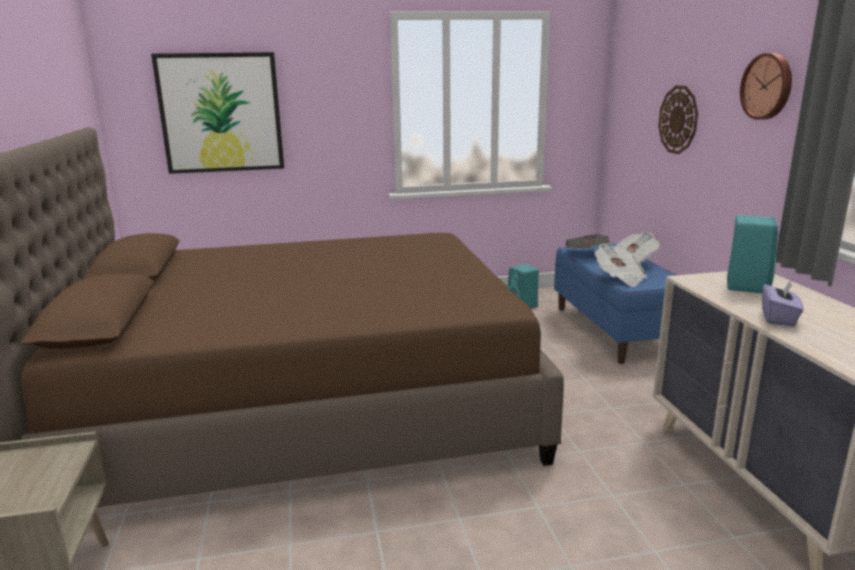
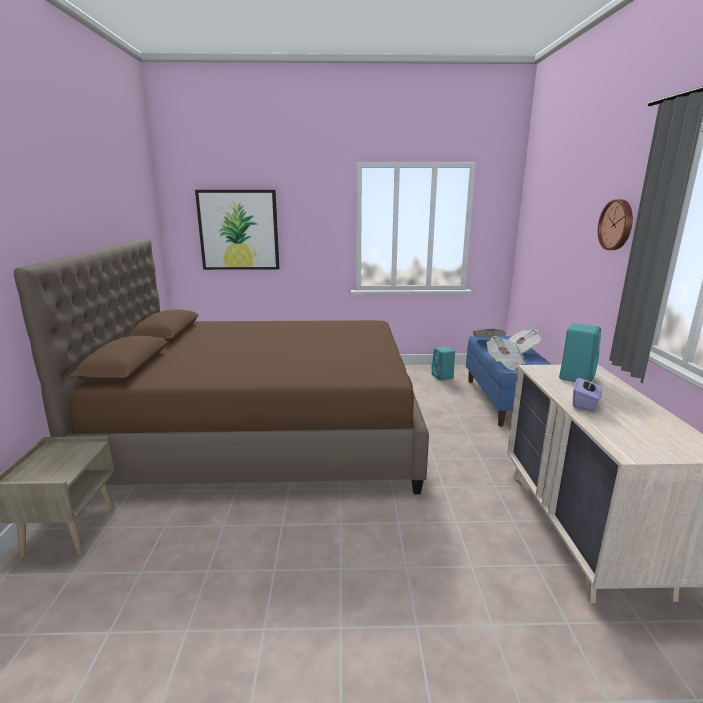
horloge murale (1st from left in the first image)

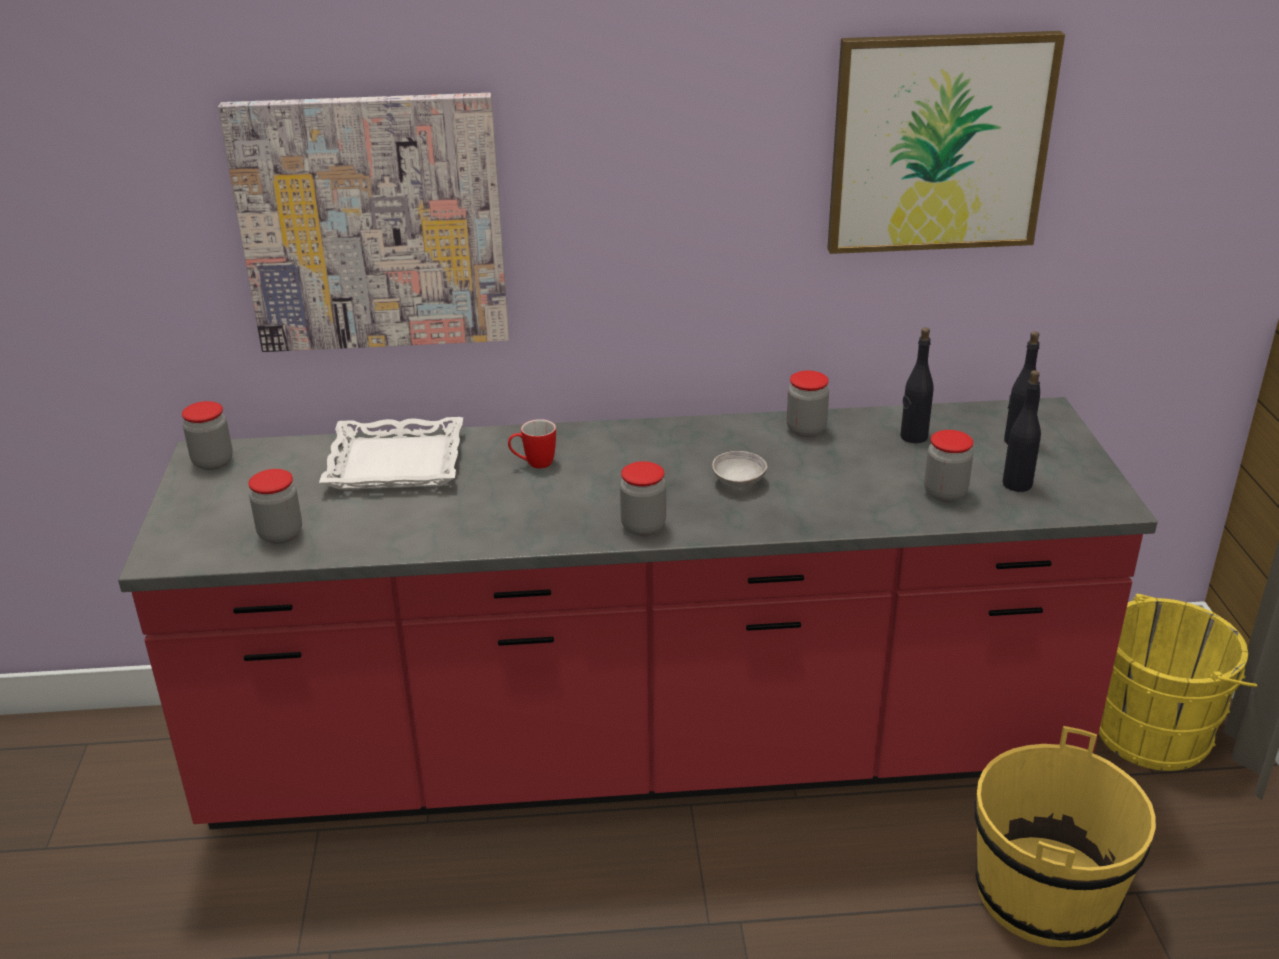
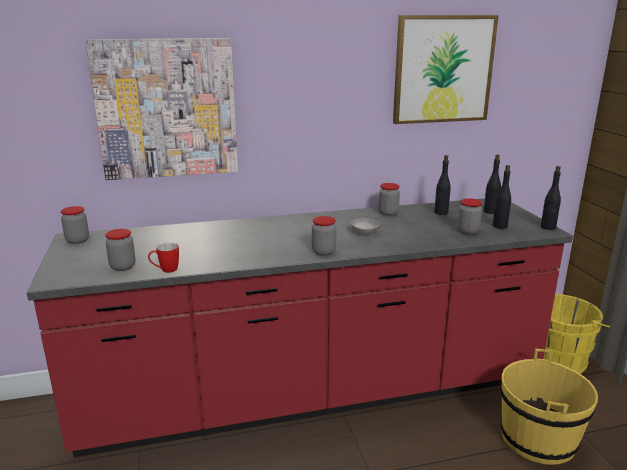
plateau [blanc]
mug
bouteille [noir] (4th from left)

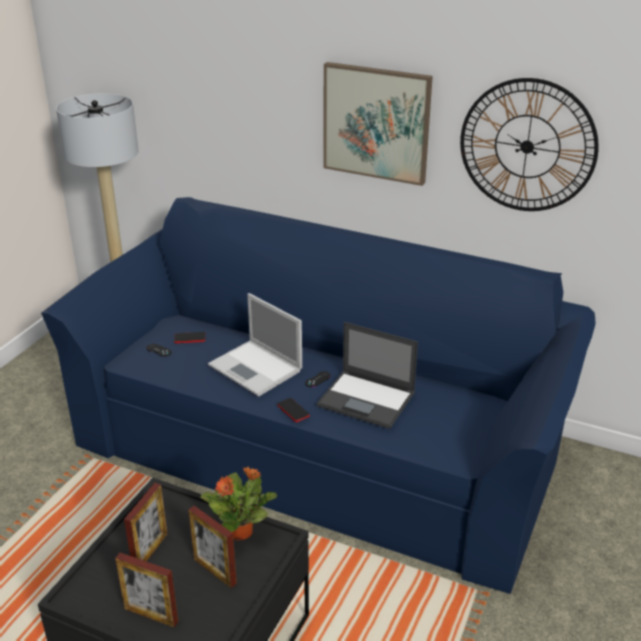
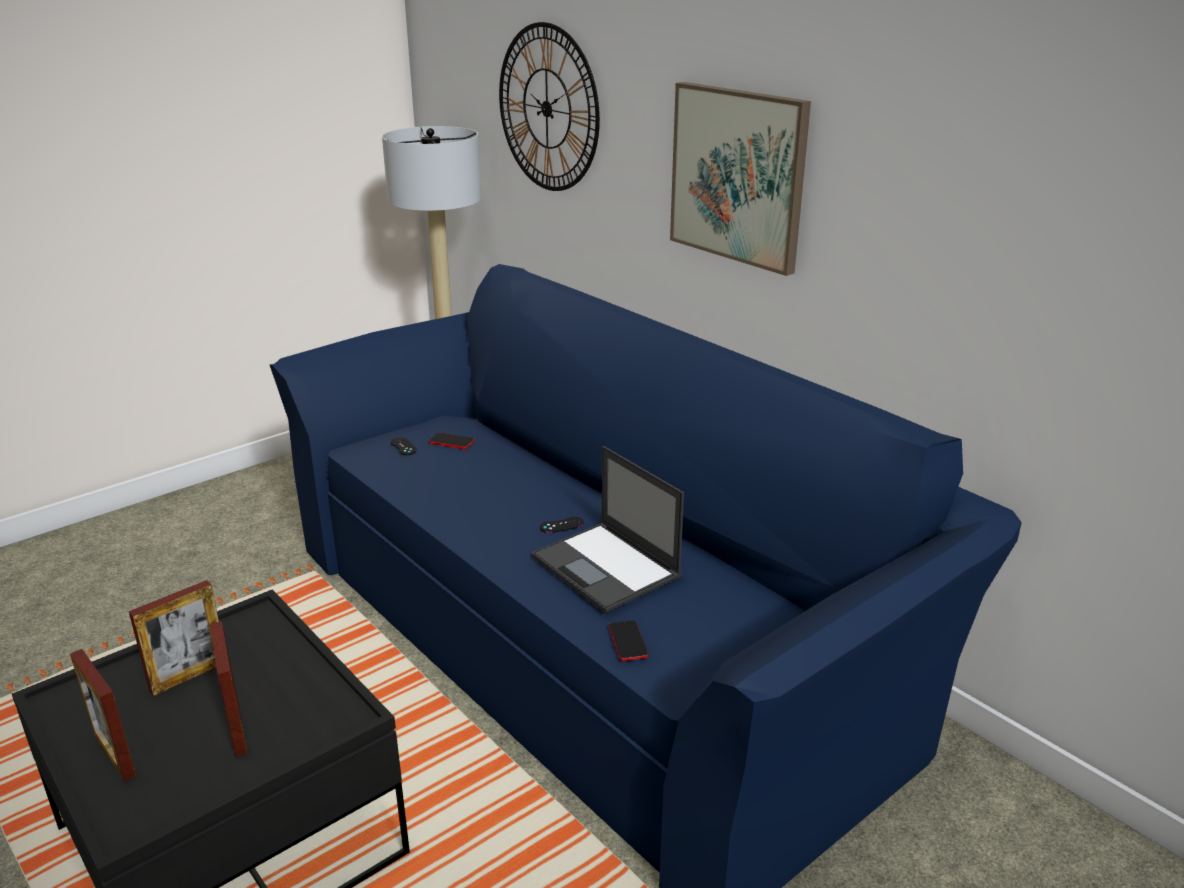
plante en pot
ordinateur portable (1st from left in the first image)
téléphone (2nd from left)
horloge murale

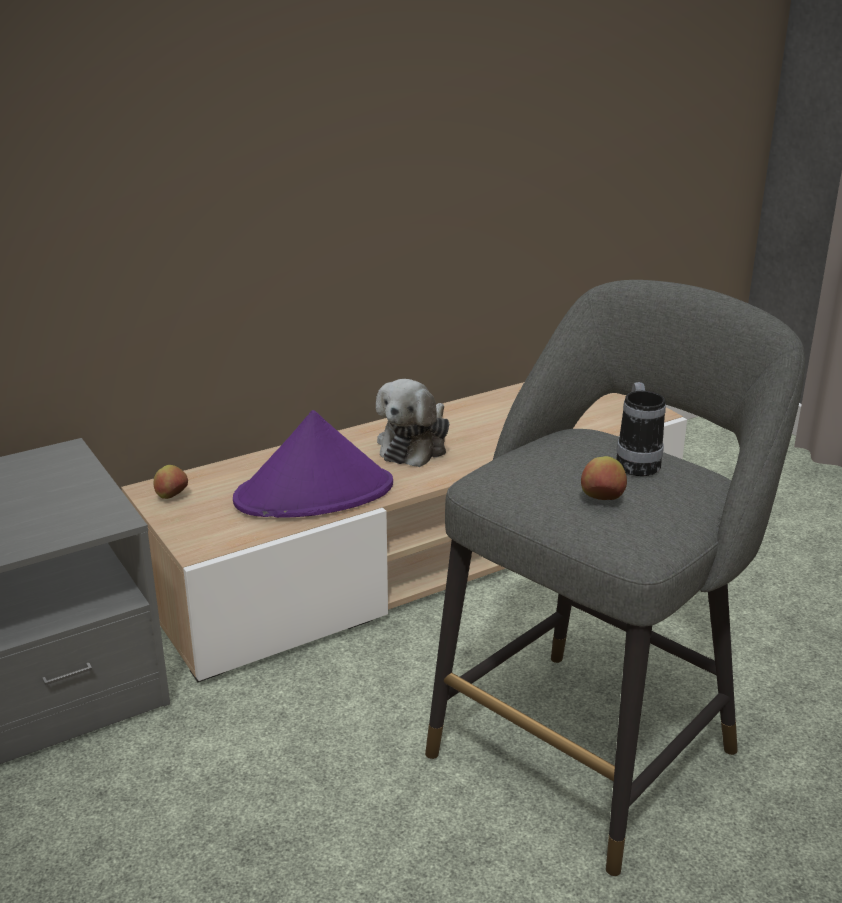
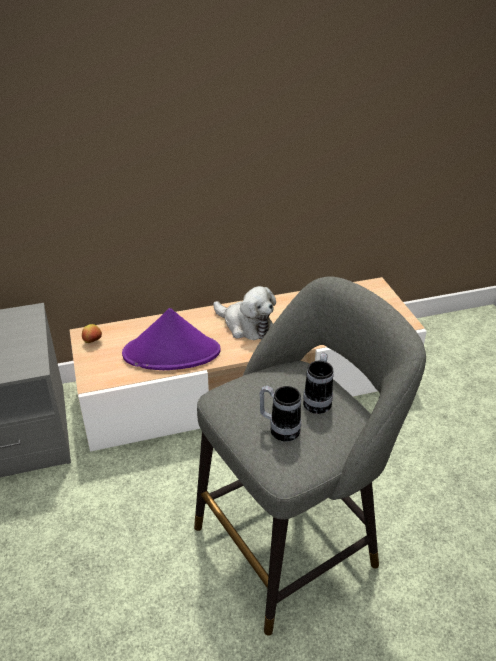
peluche
mug (1st from left)

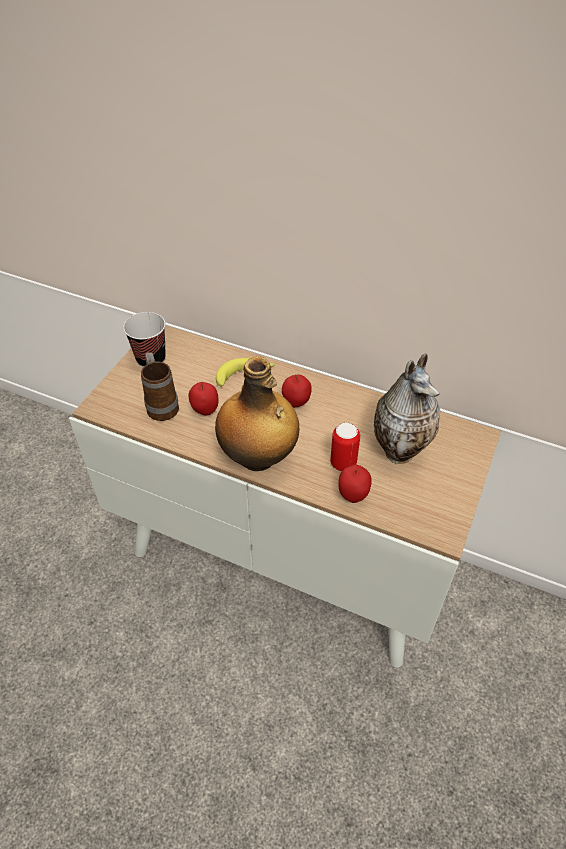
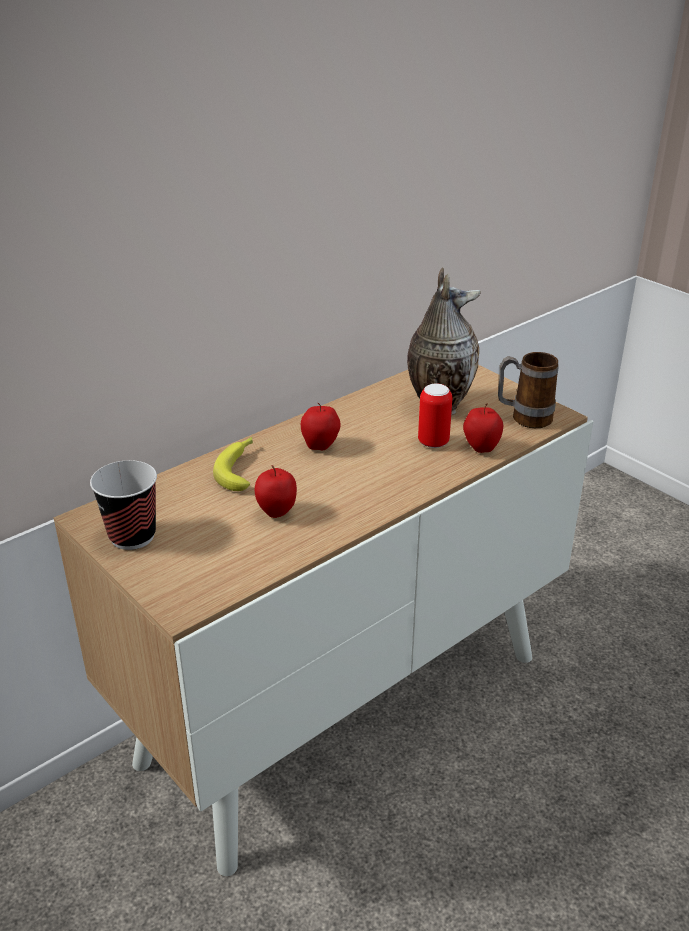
mug
bouteille

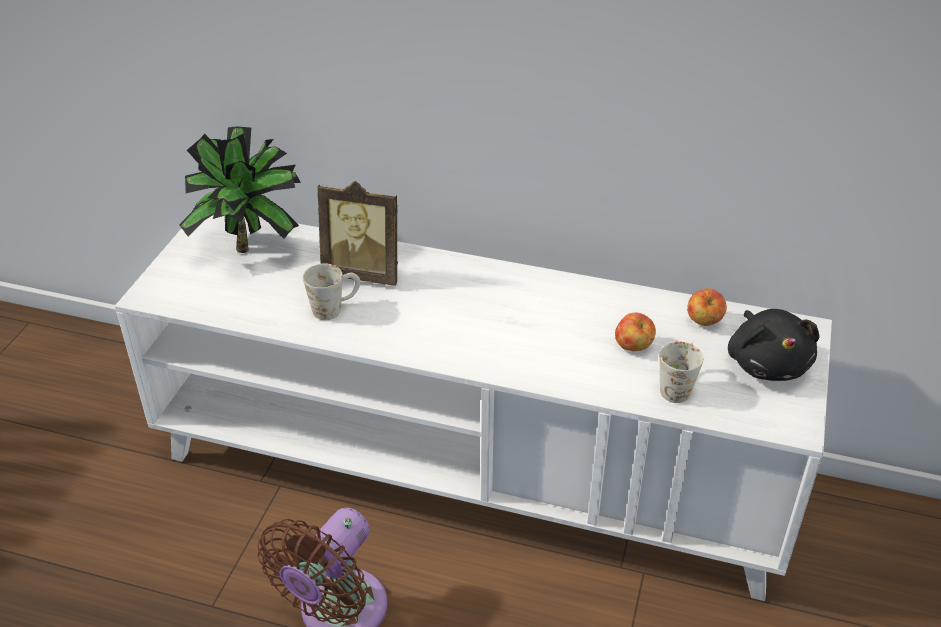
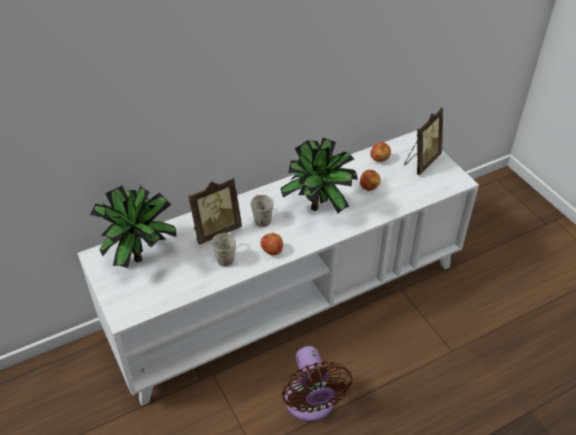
mug [blanc] (2nd from left)
cadre photo (2nd from left)
pomme (1st from left)
plante en pot (2nd from left)

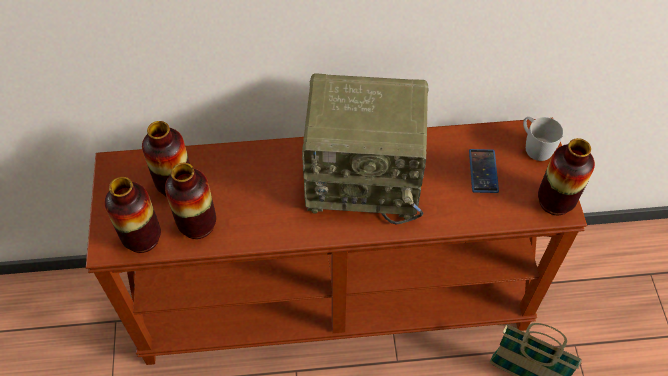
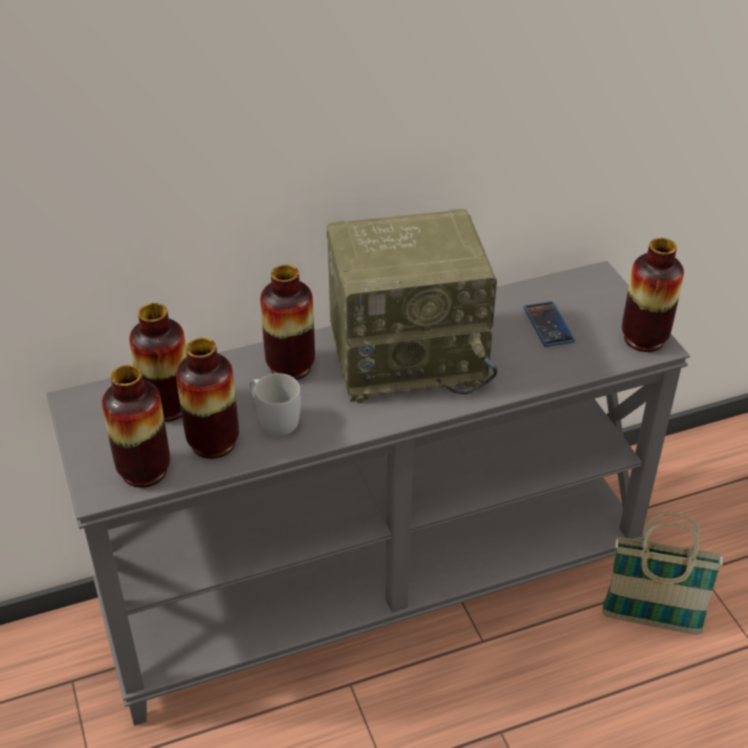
table console [gris]
mug [blanc]
vase (4th from left)

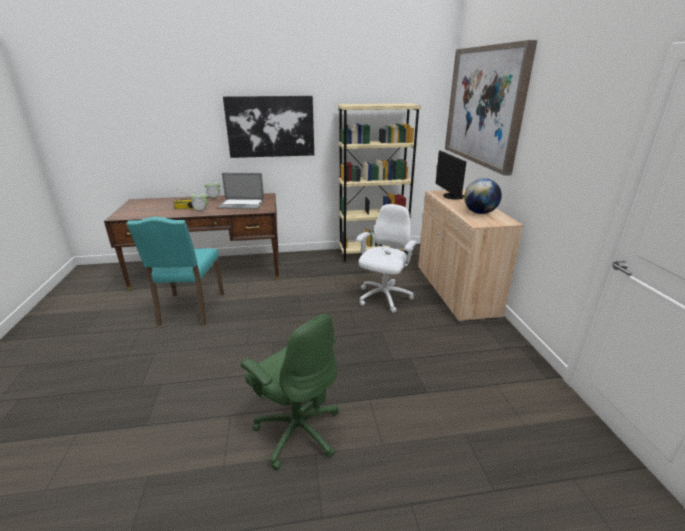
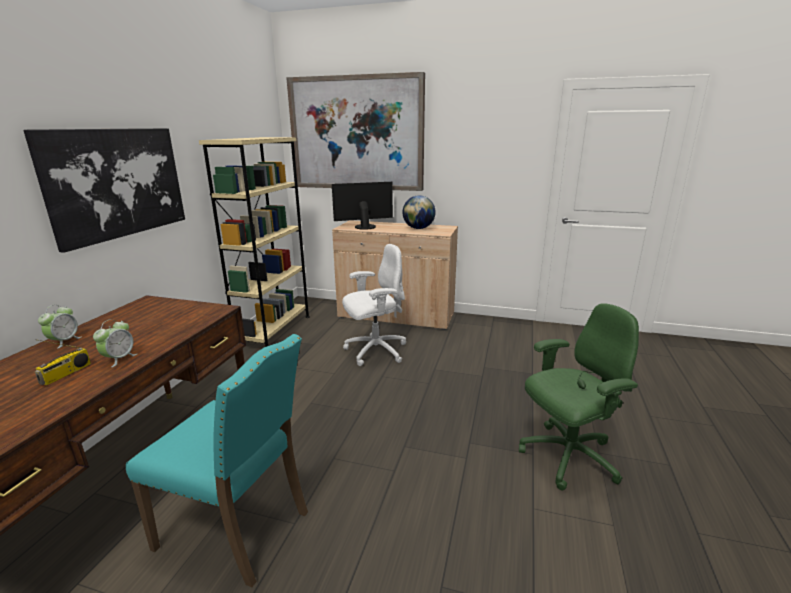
ordinateur portable
chaise de bureau [blanc]
écran d'ordinateur

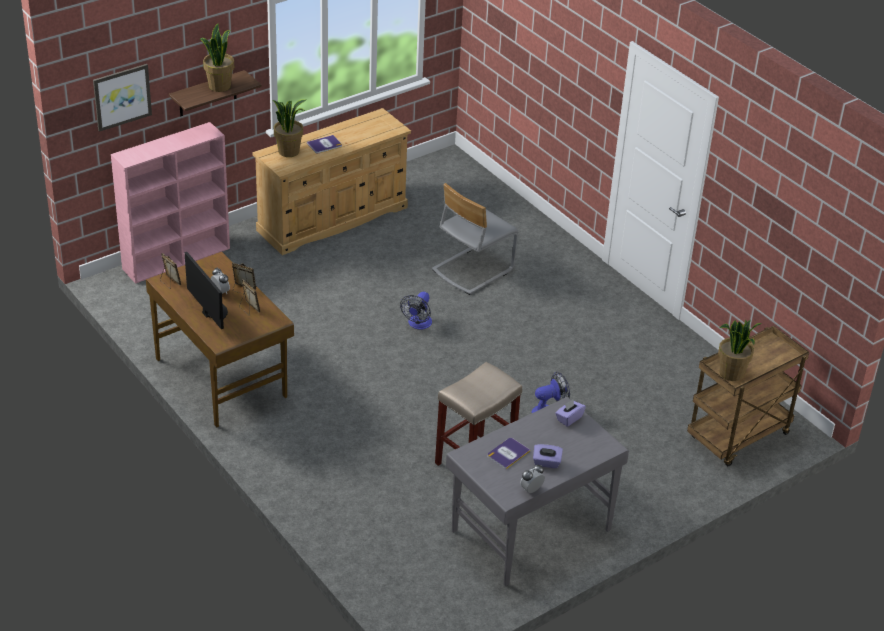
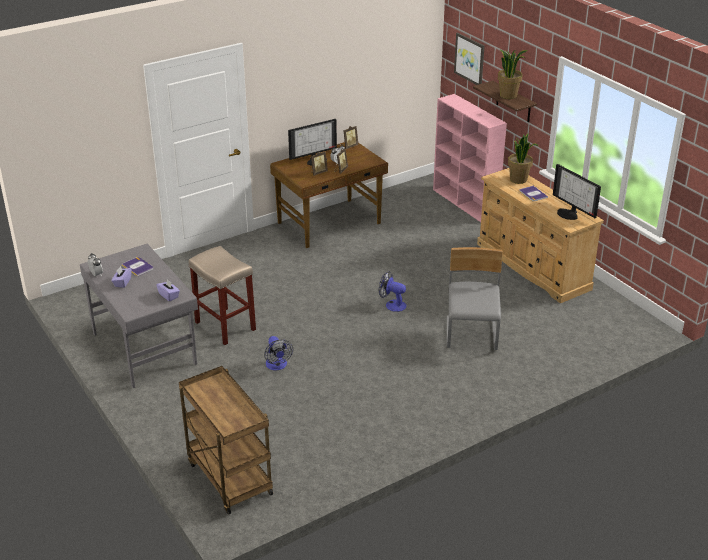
chaise [gris]
plante en pot (3rd from left in the first image)
écran d'ordinateur (2nd from left)

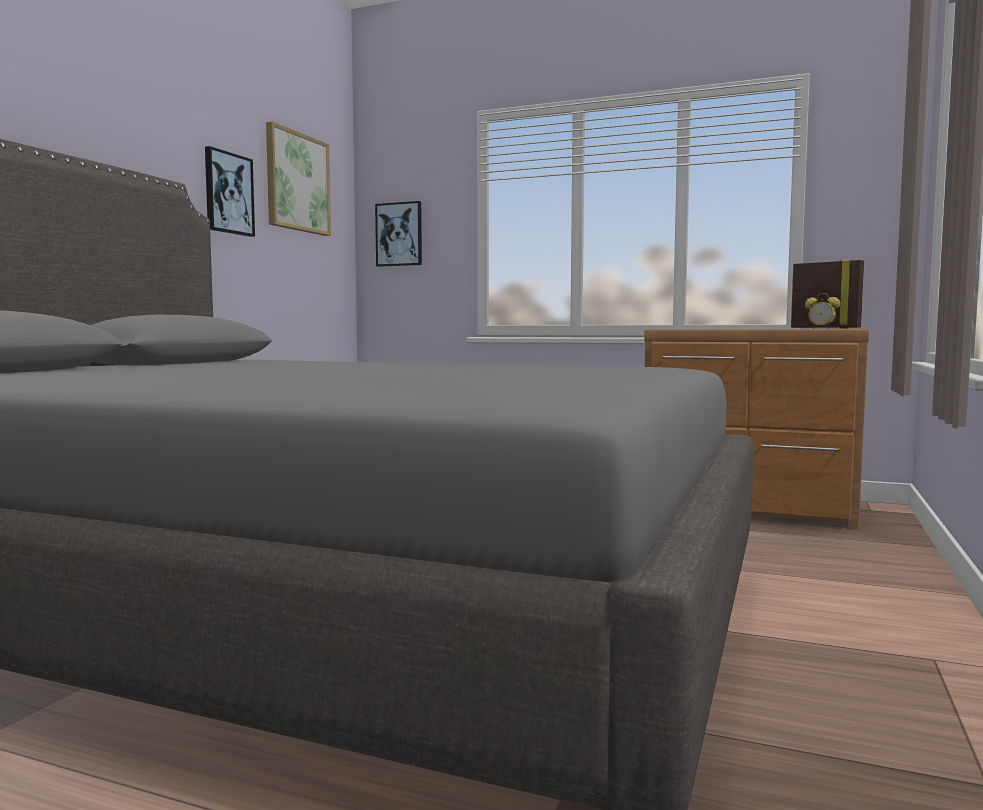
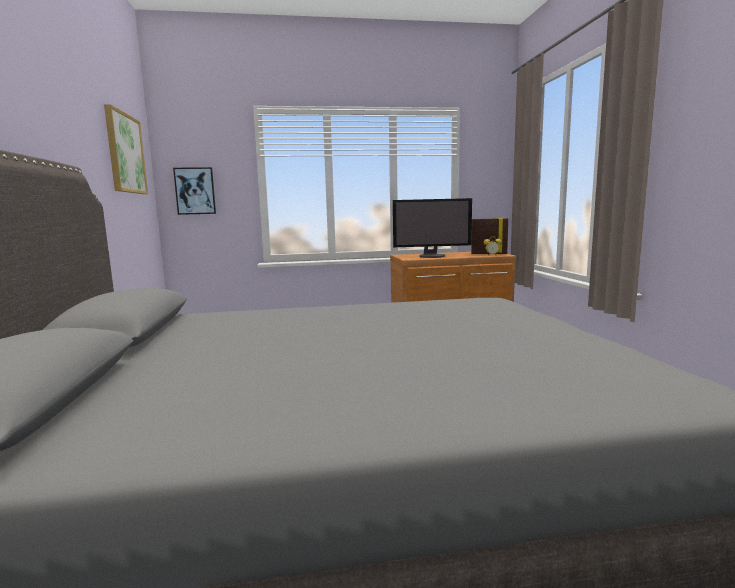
tableau (1st from left in the first image)
écran d'ordinateur

